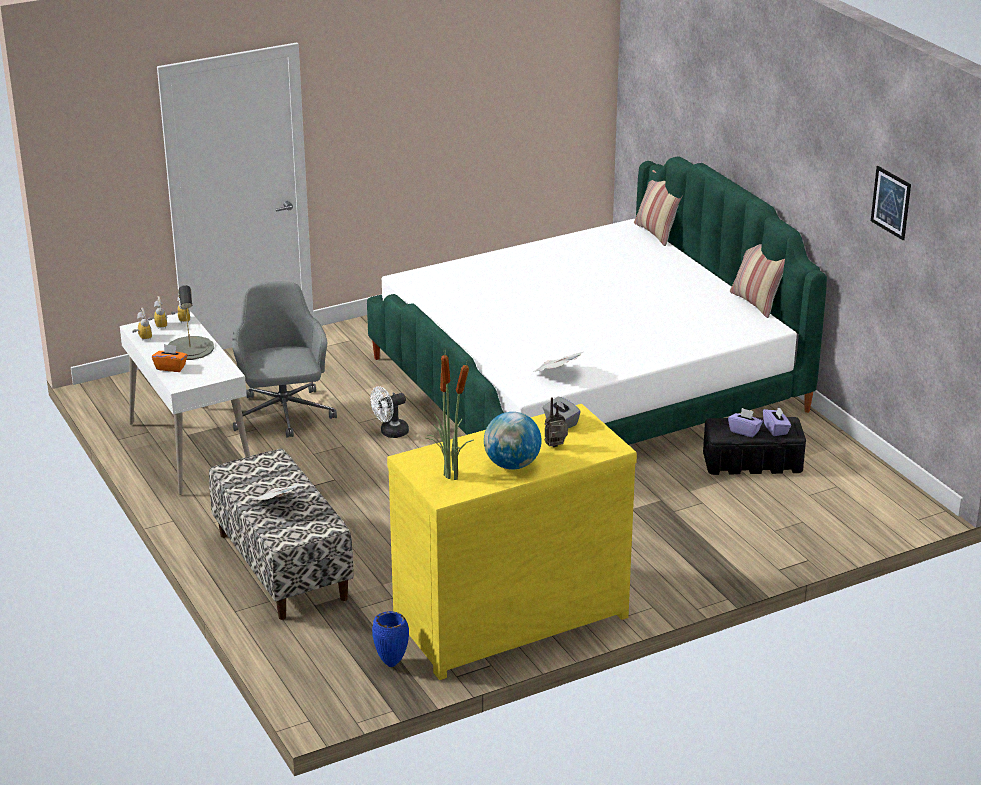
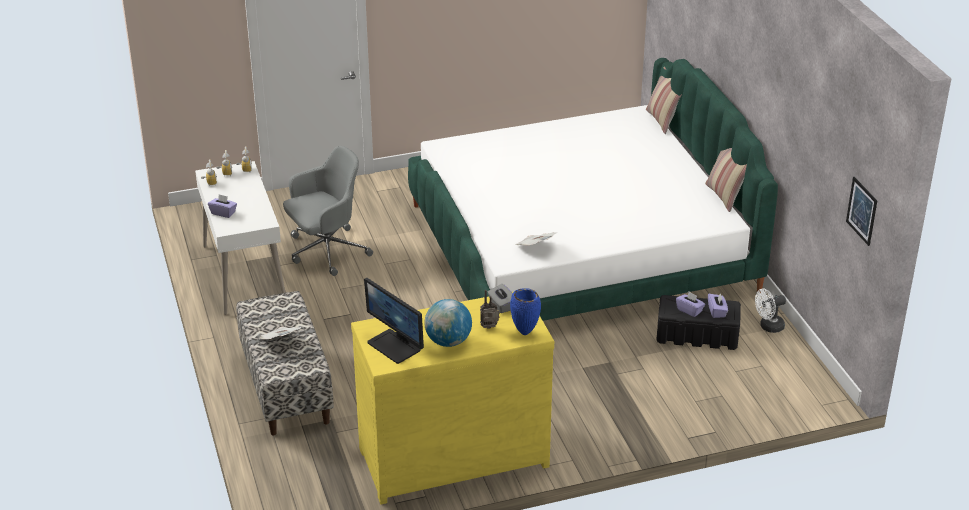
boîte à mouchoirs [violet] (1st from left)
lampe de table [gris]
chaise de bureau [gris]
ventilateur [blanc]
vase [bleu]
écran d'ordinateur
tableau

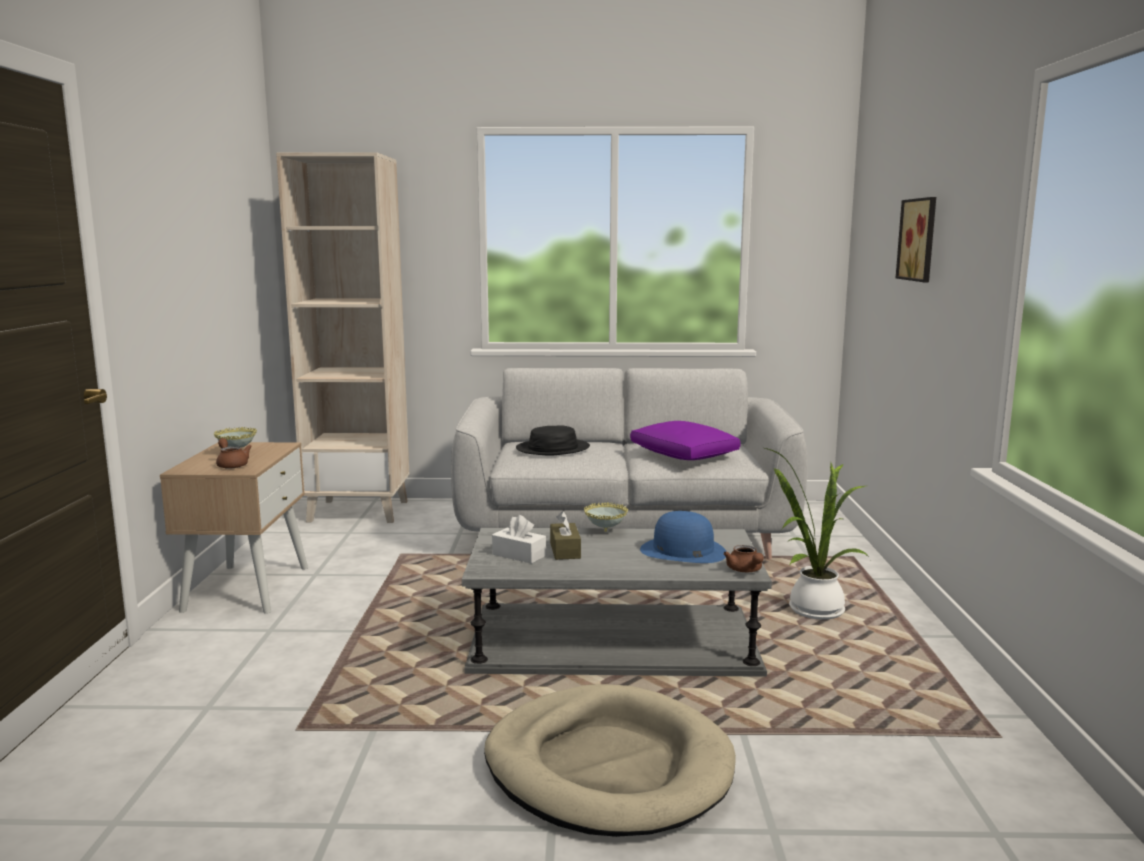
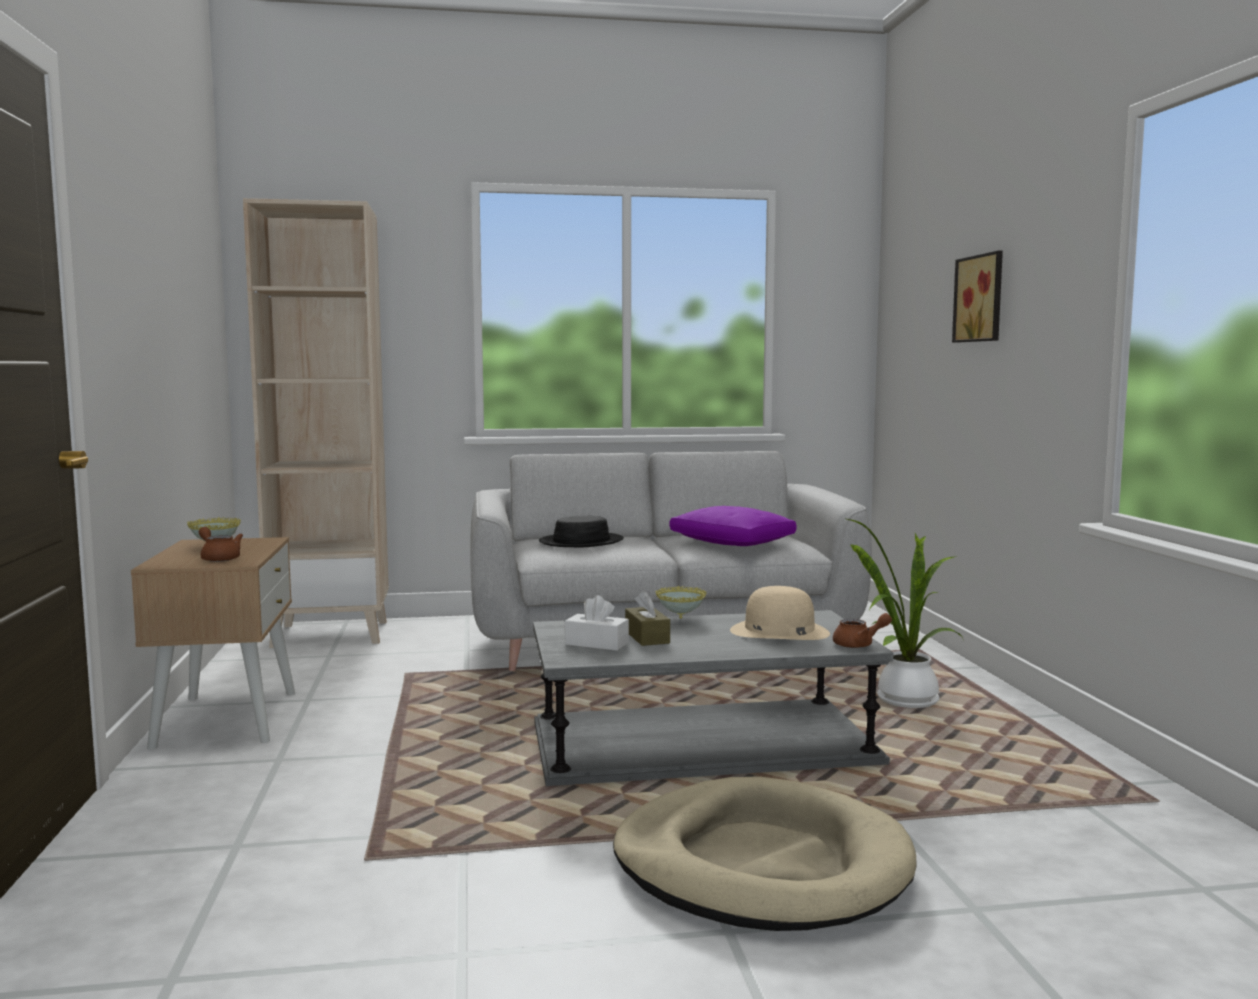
chapeau [beige]
théière [marron] (2nd from left)

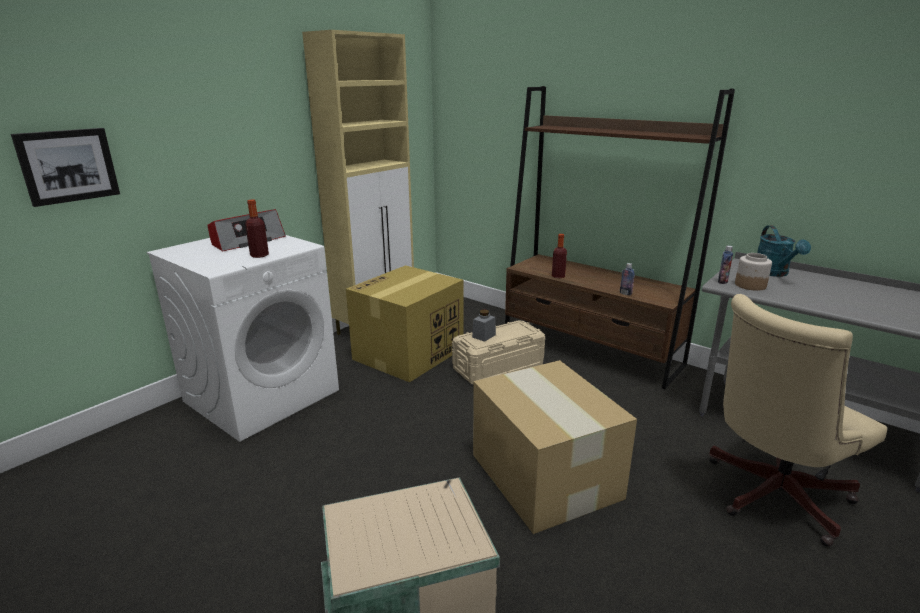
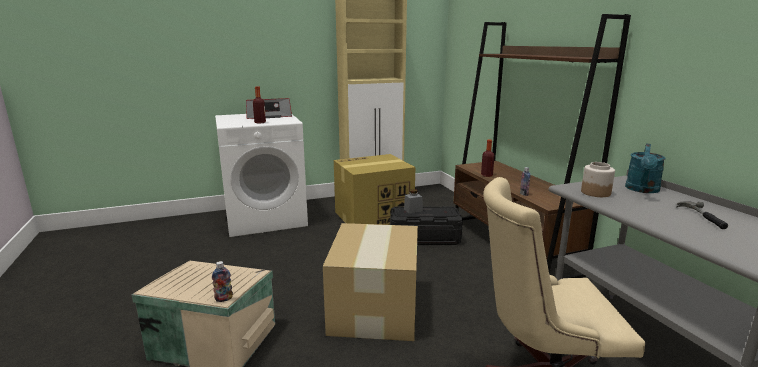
tableau
boîte de rangement [noir]
bouteille (1st from left)
marteau

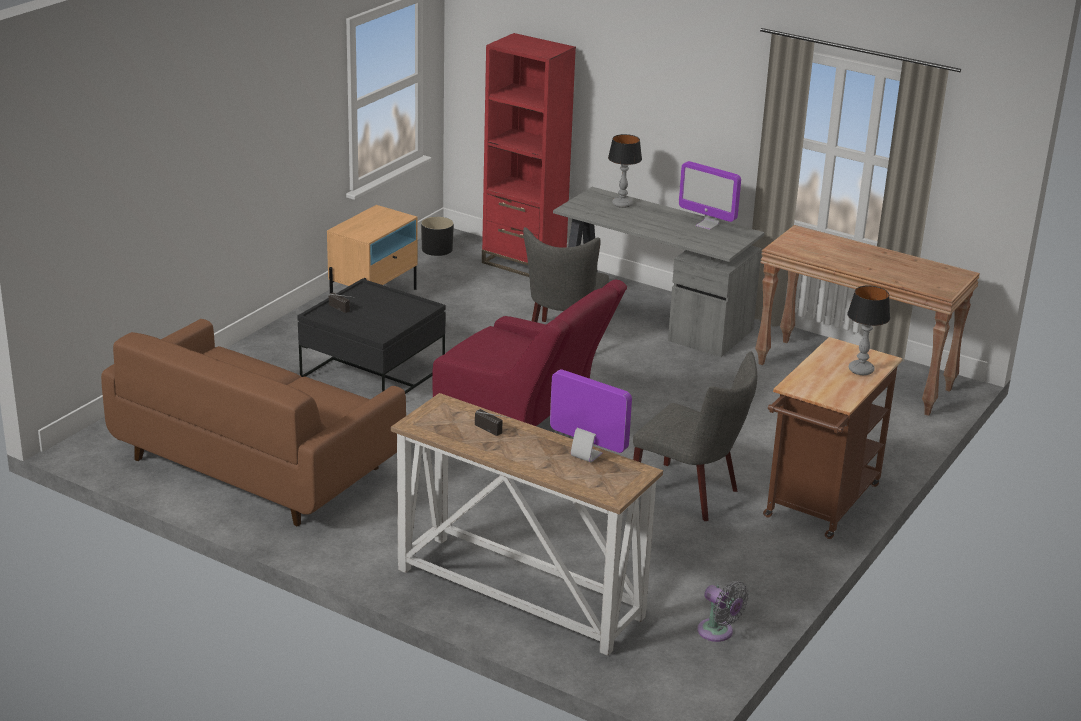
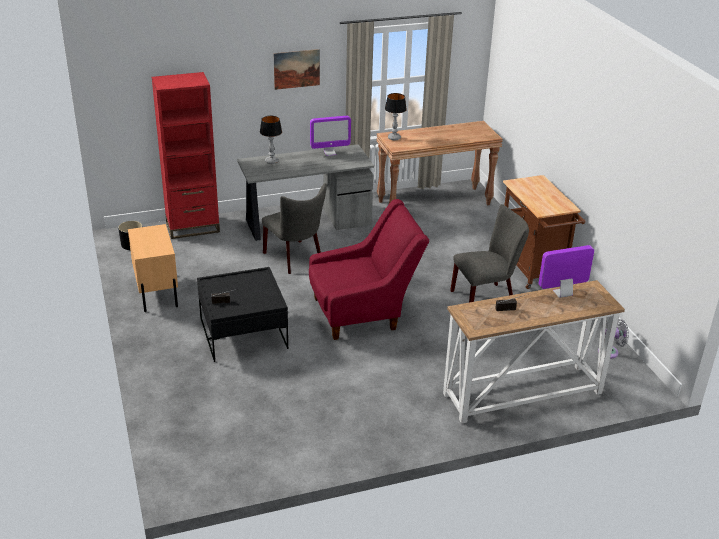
canapé [marron]
lampe de table (2nd from left)
tableau

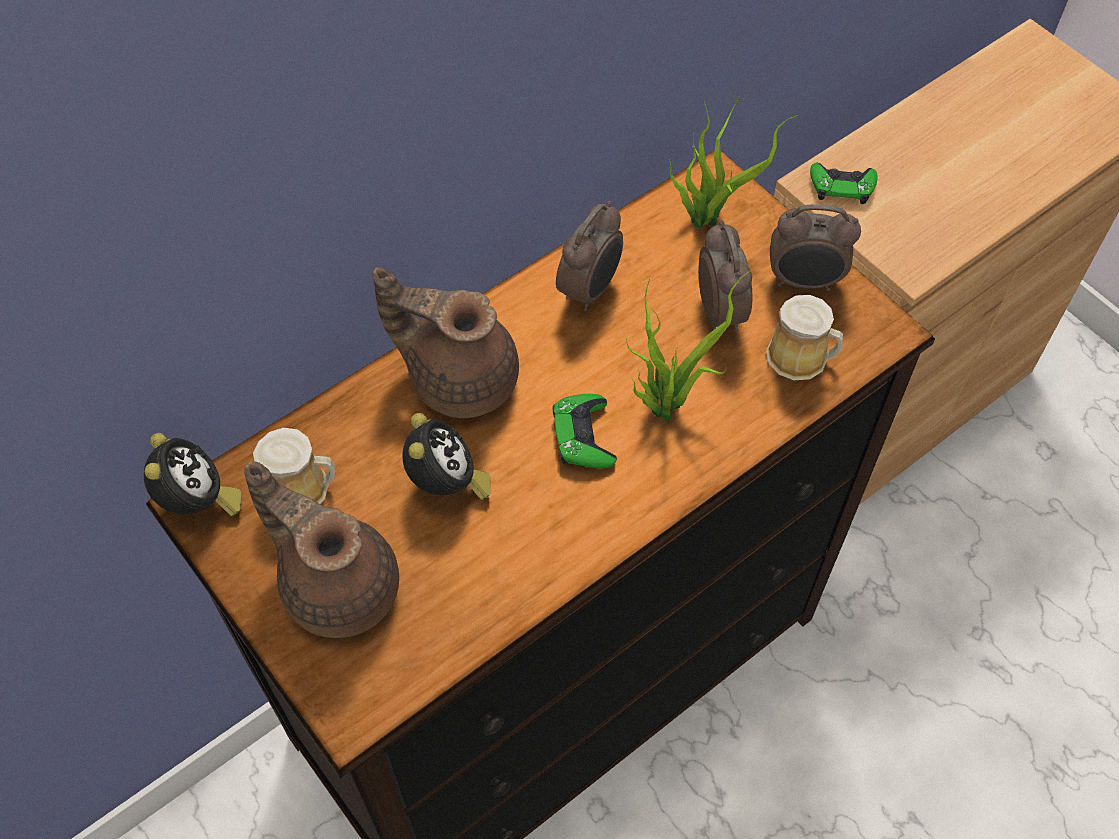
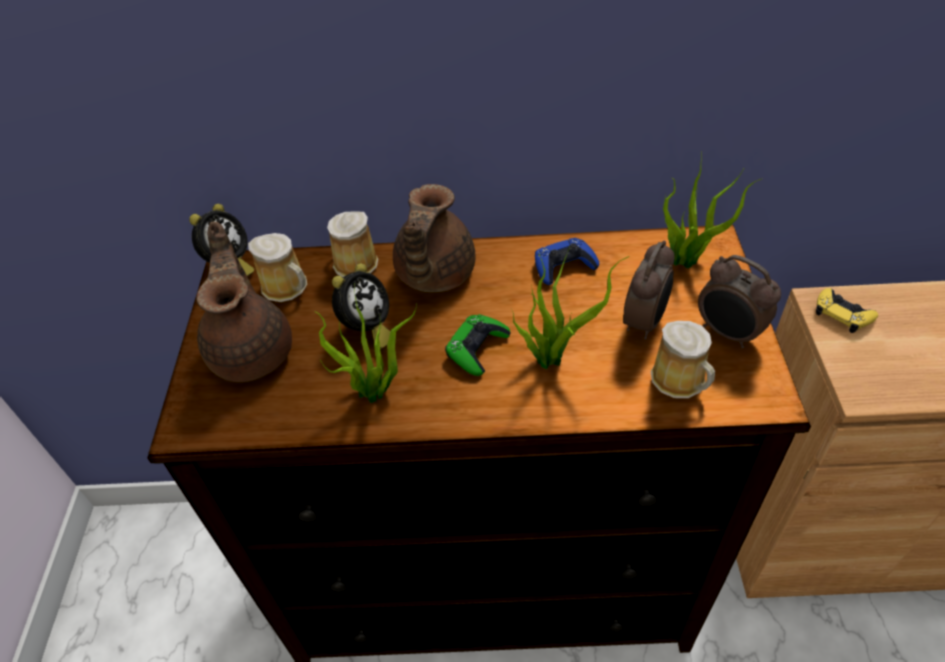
théière [marron] (2nd from left)
manette [bleu]
manette [jaune]
plante en pot (1st from left)
mug (2nd from left)

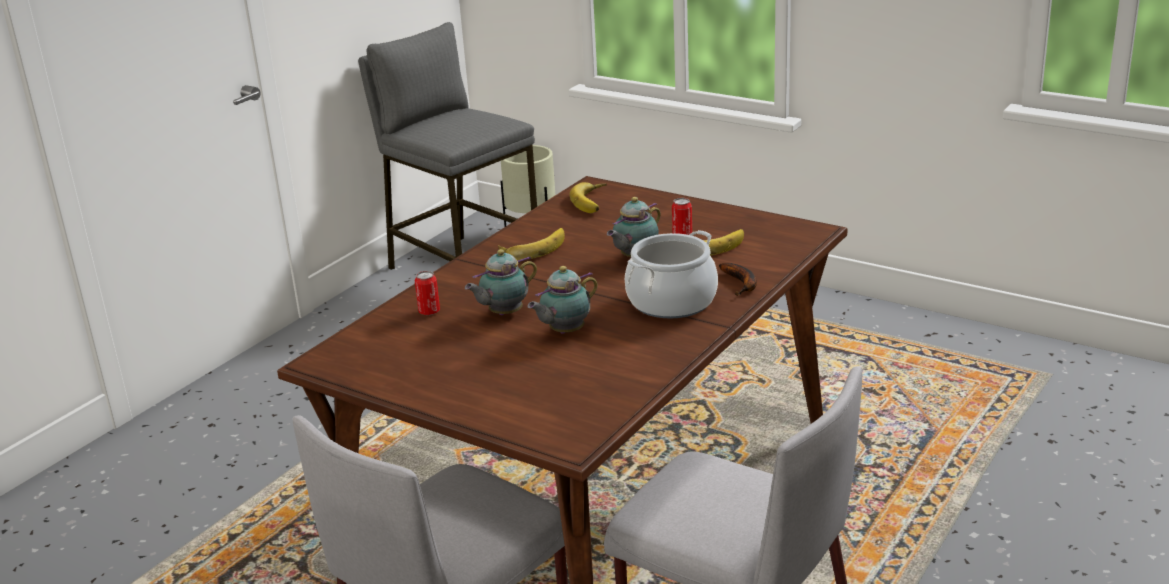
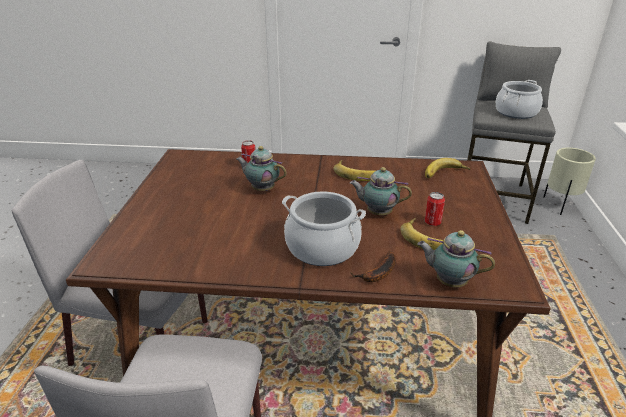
théière (3rd from left)
marmite (2nd from left)

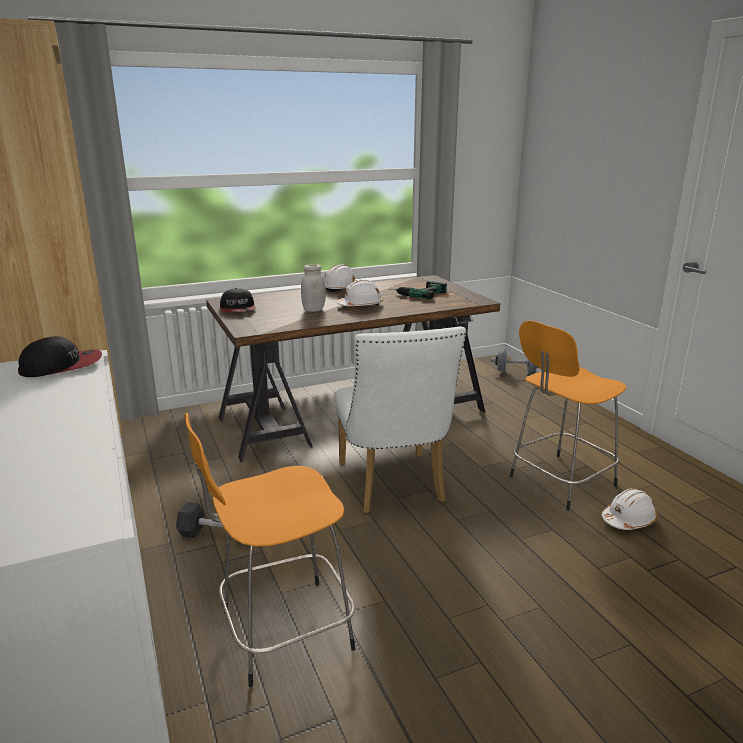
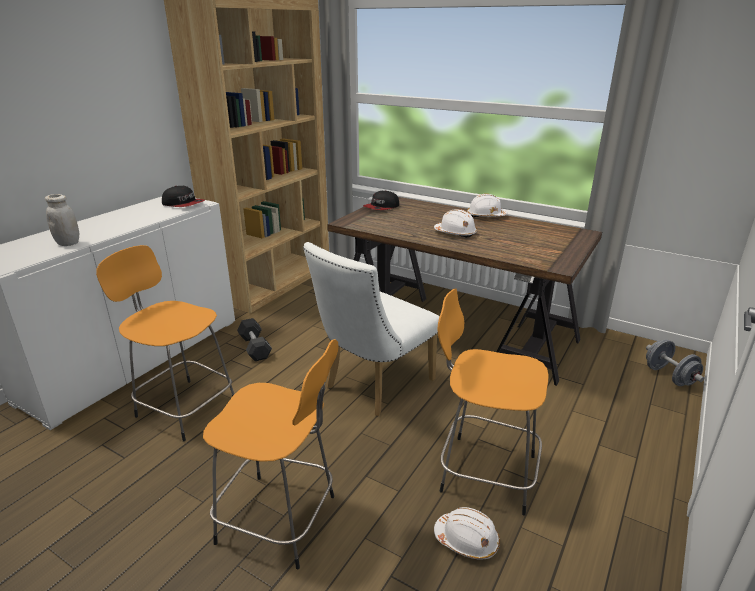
bocal [blanc]
perceuse
tabouret [orange] (2nd from left)

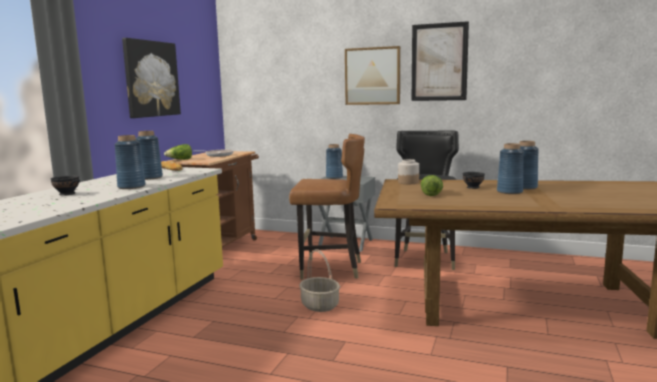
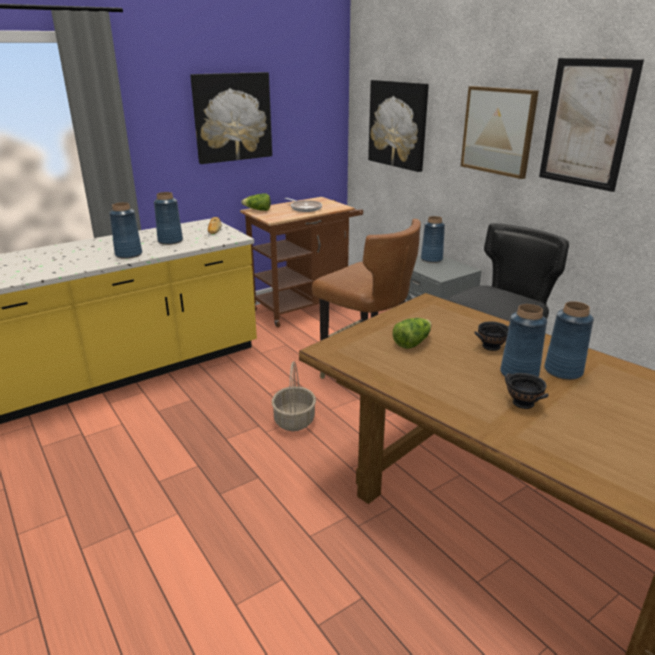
bol [noir] (2nd from left)
bocal
tableau (2nd from left)

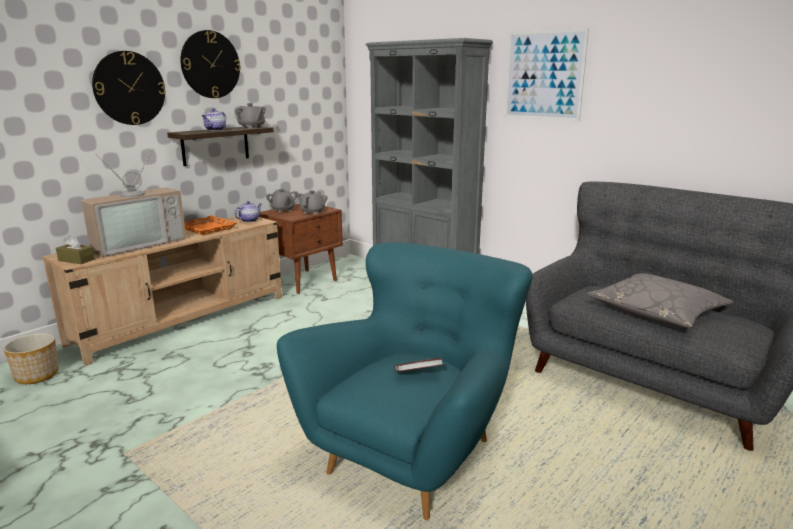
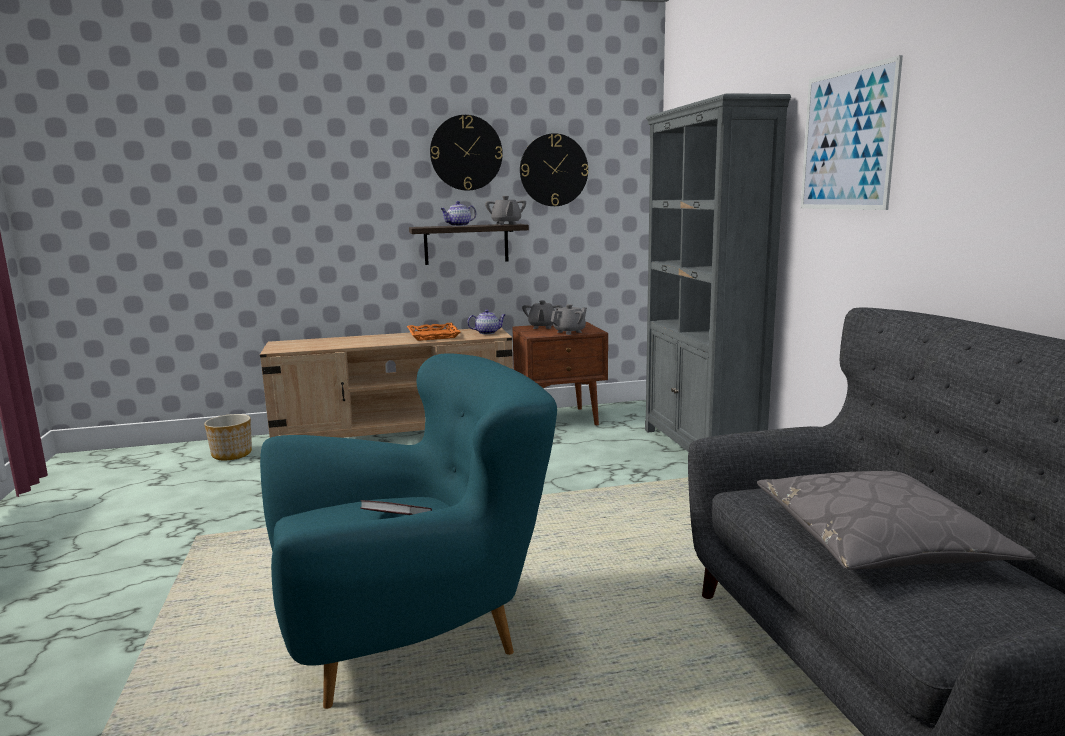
boîte à mouchoirs [marron]
téléviseur
horloge murale (2nd from left)

